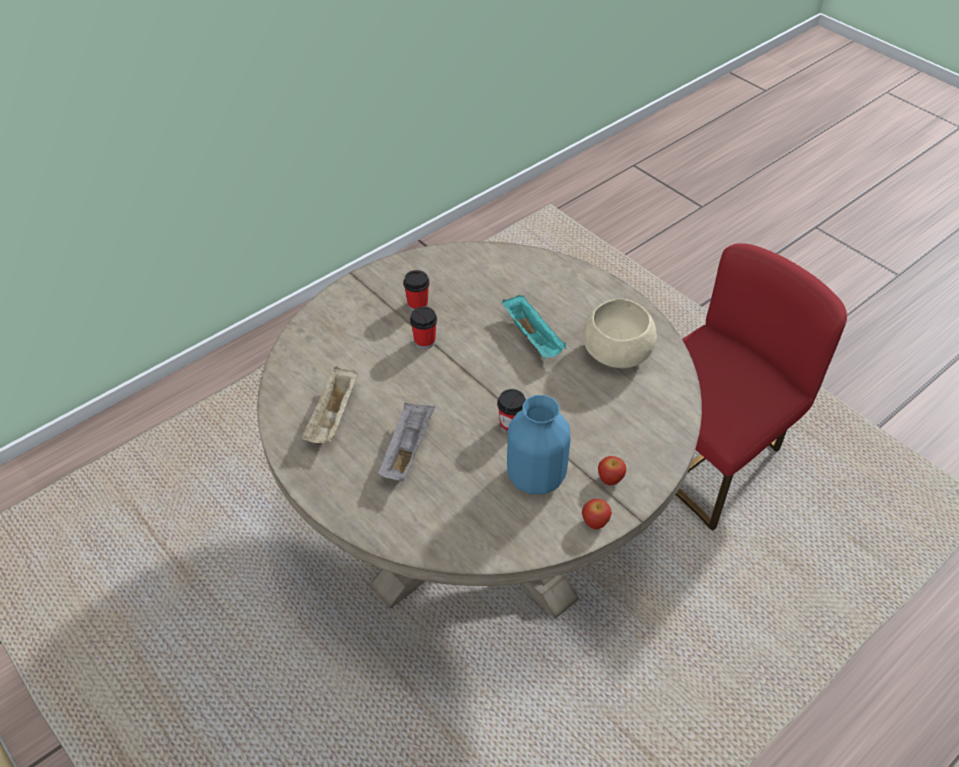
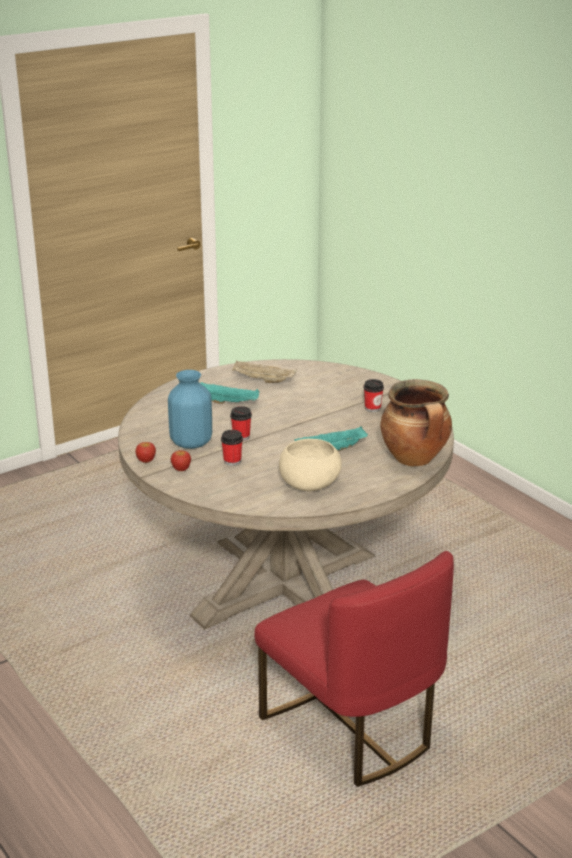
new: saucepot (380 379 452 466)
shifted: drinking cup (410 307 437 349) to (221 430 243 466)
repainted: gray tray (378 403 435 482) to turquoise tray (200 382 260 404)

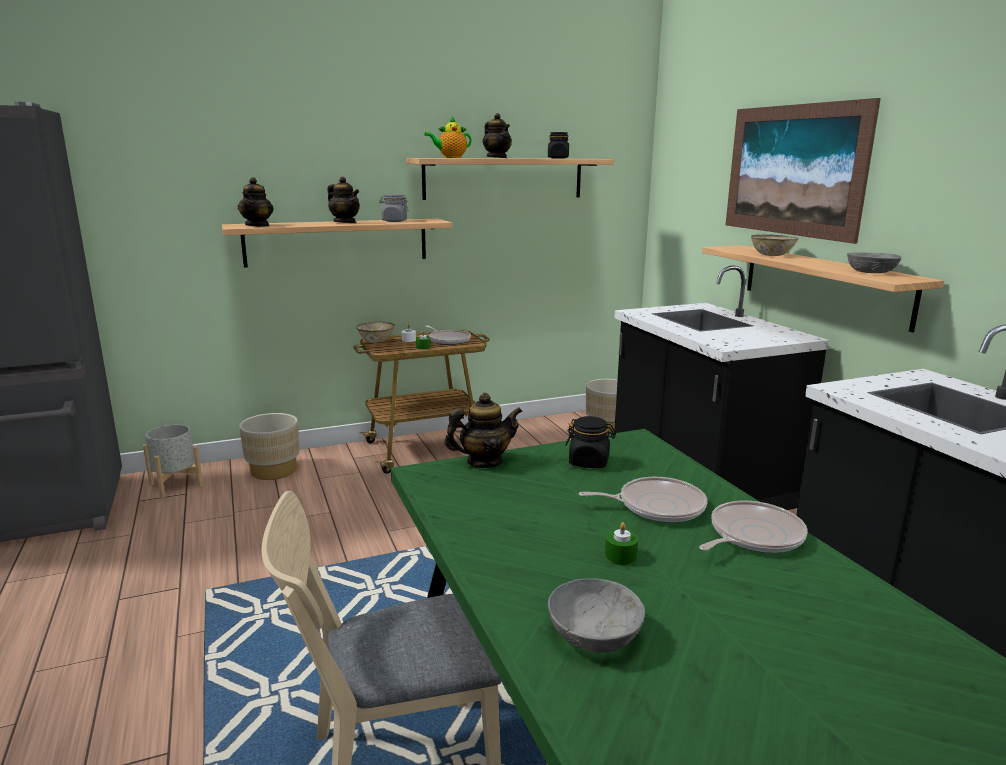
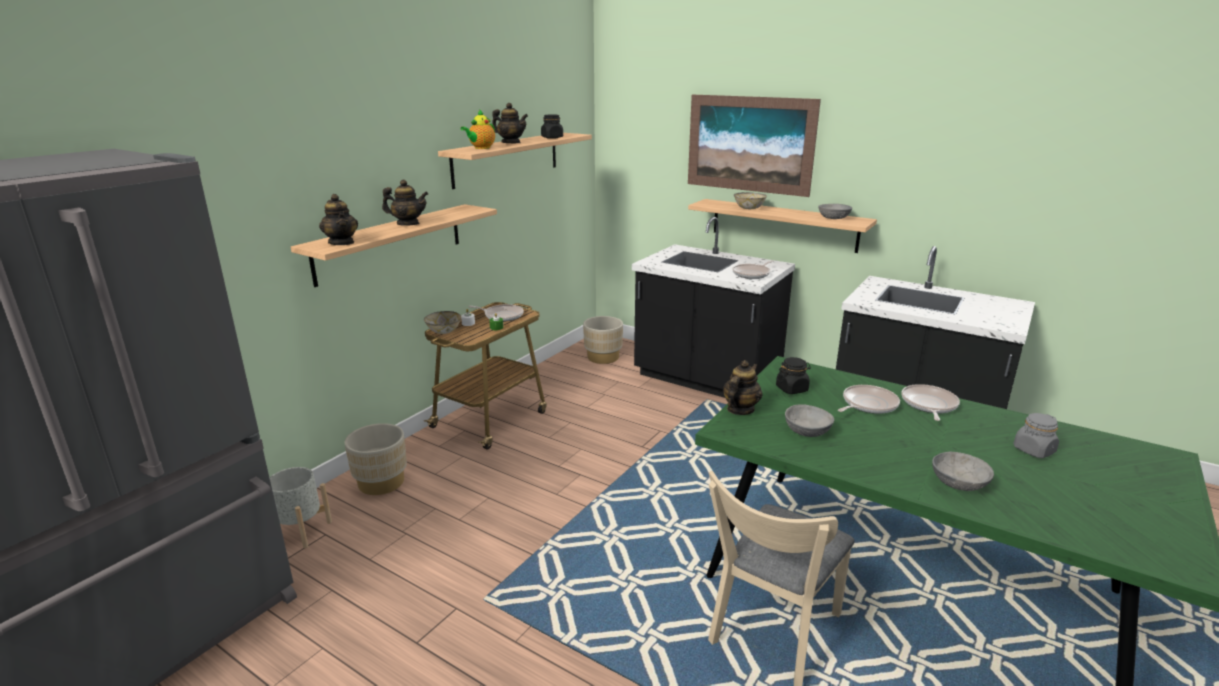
gone: greenish wax light (605 522 638 565)
new: frying pan (732 260 774 279); gray bowl (785 404 834 437)
shifted: gray preserve jar (379 194 409 222) to (1013 413 1059 458)

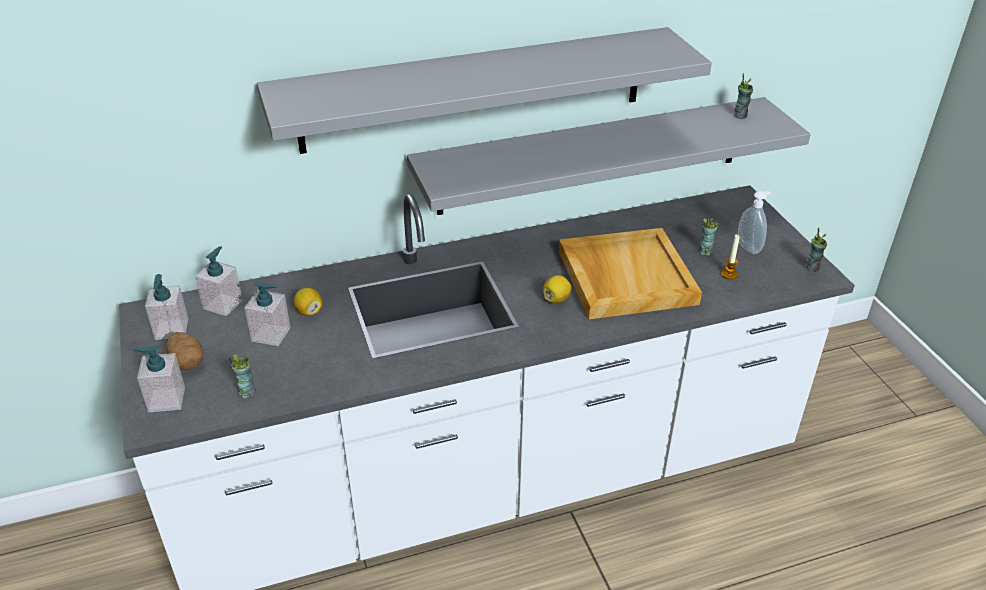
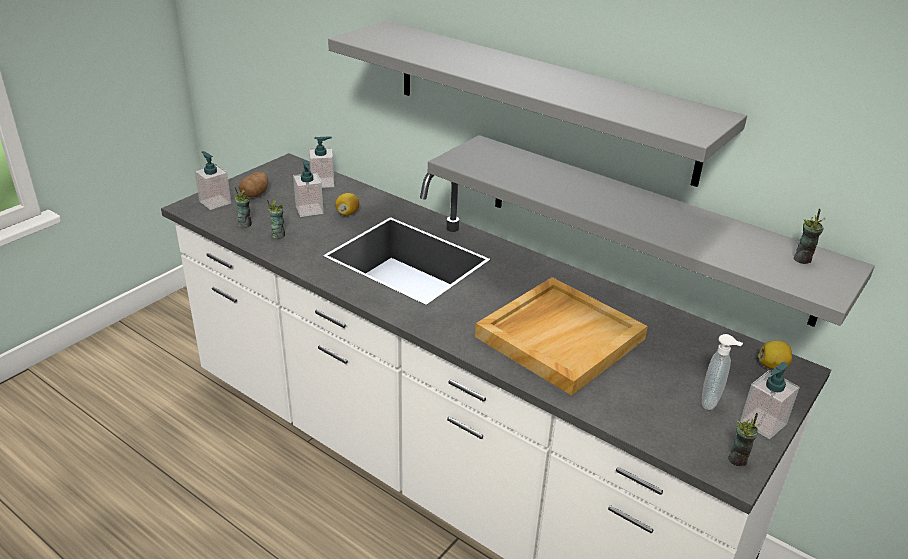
gone: wax light (721 235 740 279)
shifted: soap bottle (145 274 188 340) to (740 362 800 439); lemon (543 275 572 303) to (758 341 792 369); drinking cup (699 218 719 256) to (267 199 285 239)

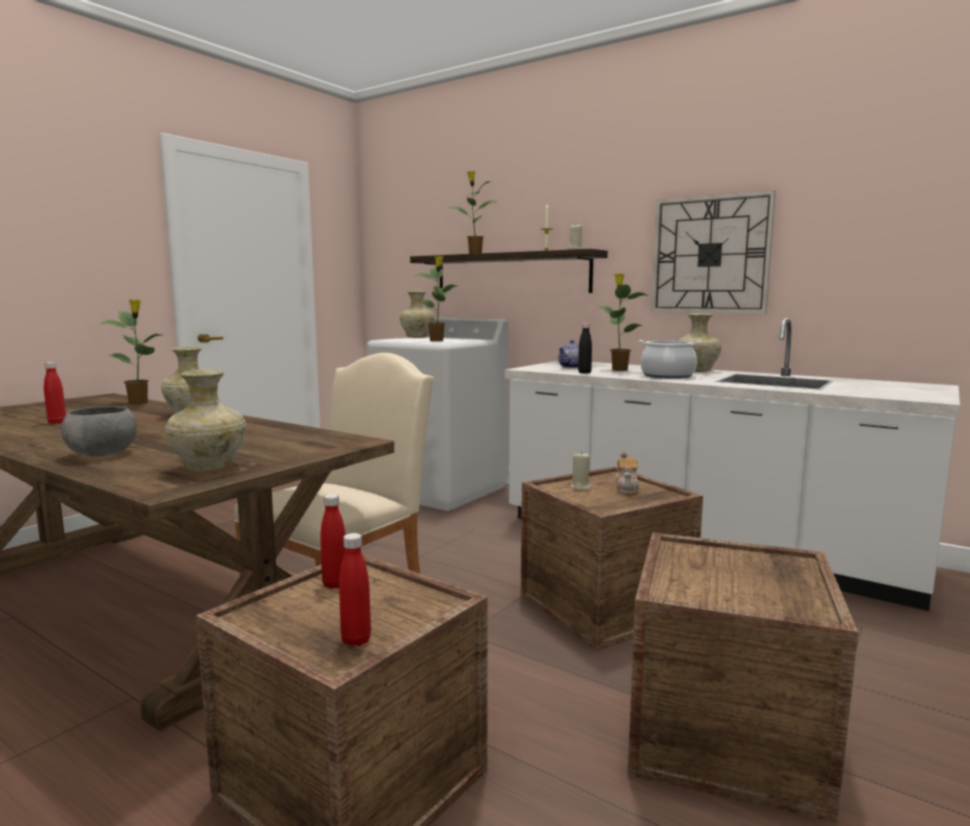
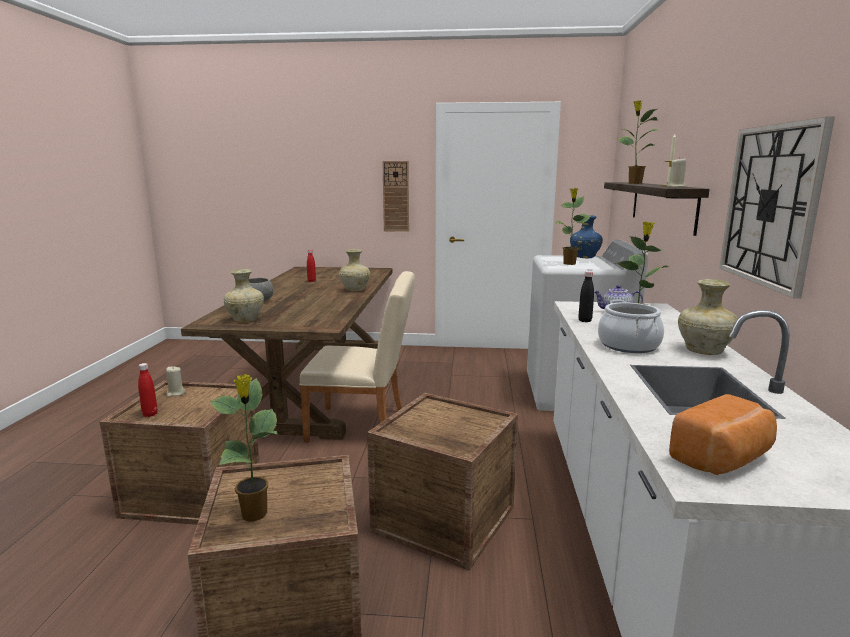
gone: red-coloured drink bottle (320 494 346 589); teapot (616 451 640 494)
new: wall clock (382 161 409 232); bakery bread (669 394 777 475)
shifted: plant in a pot (100 299 161 404) to (211 374 279 522); beige wax light (570 451 592 490) to (166 366 185 397)
repainted: beige decorative vase (400 291 435 338) to blue decorative vase (570 215 603 258)

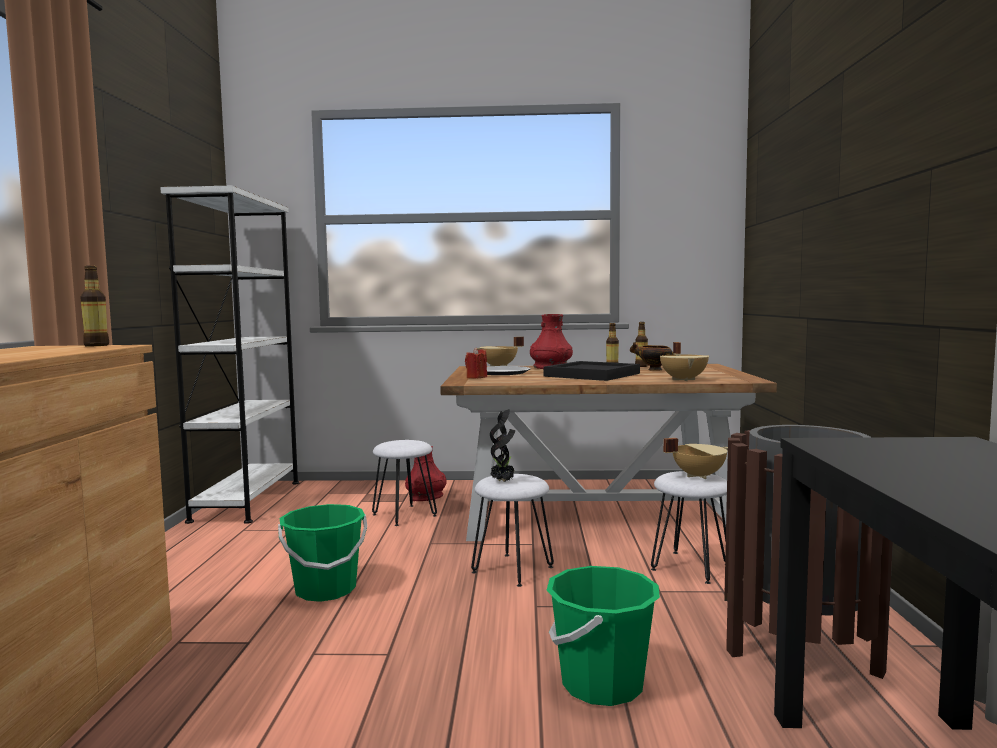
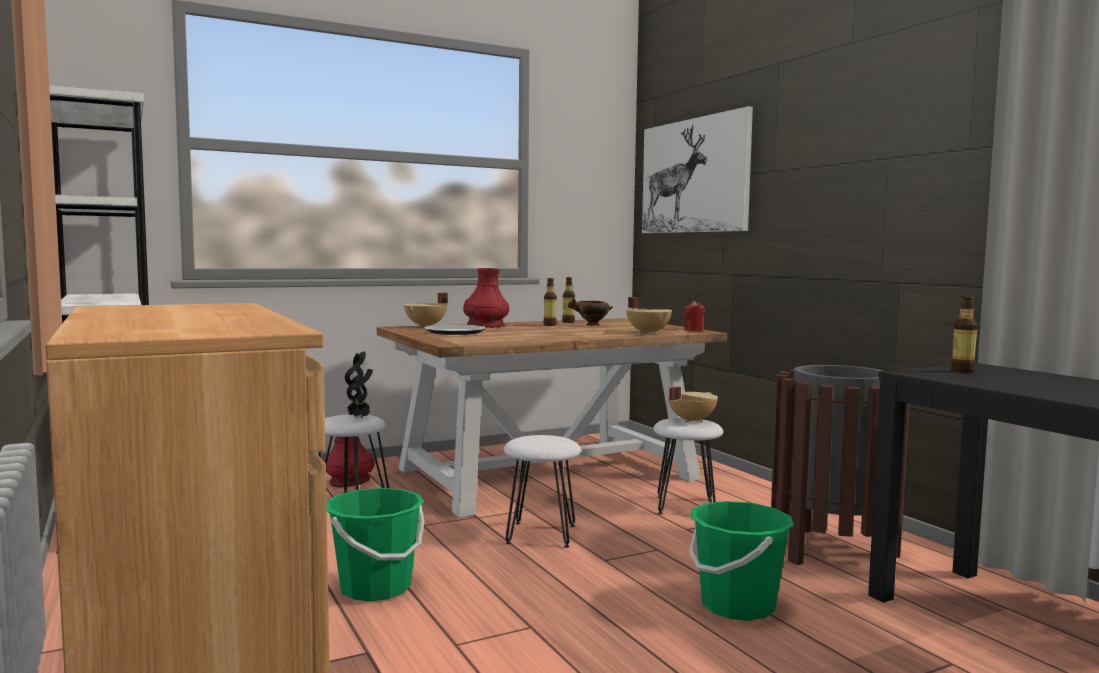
gone: black-coloured tray (544 361 640 381)
new: picture (642 106 753 233)
shifted: drink bottle (80 265 109 346) to (951 295 978 373); red-coloured wax light (465 348 487 378) to (684 301 705 331); plant in a pot (490 409 515 482) to (345 351 373 418)

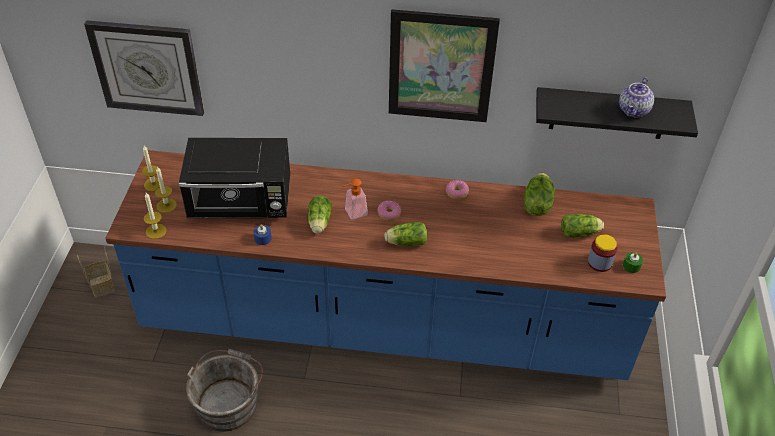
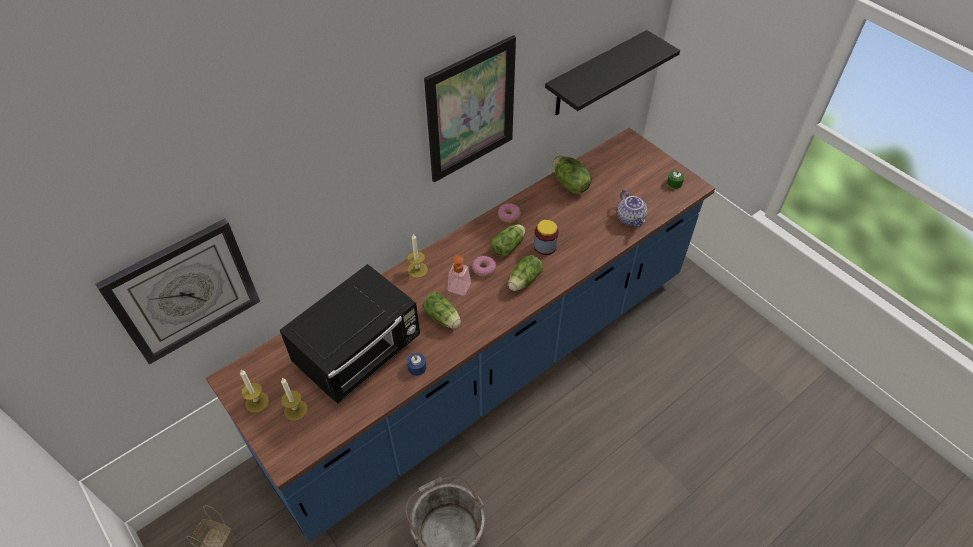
shifted: wax light (144 193 167 239) to (407 234 428 278); head of lettuce (561 214 604 238) to (491 224 525 257); preserve jar (588 234 617 272) to (534 220 559 255); teapot (619 77 654 118) to (617 189 647 227)

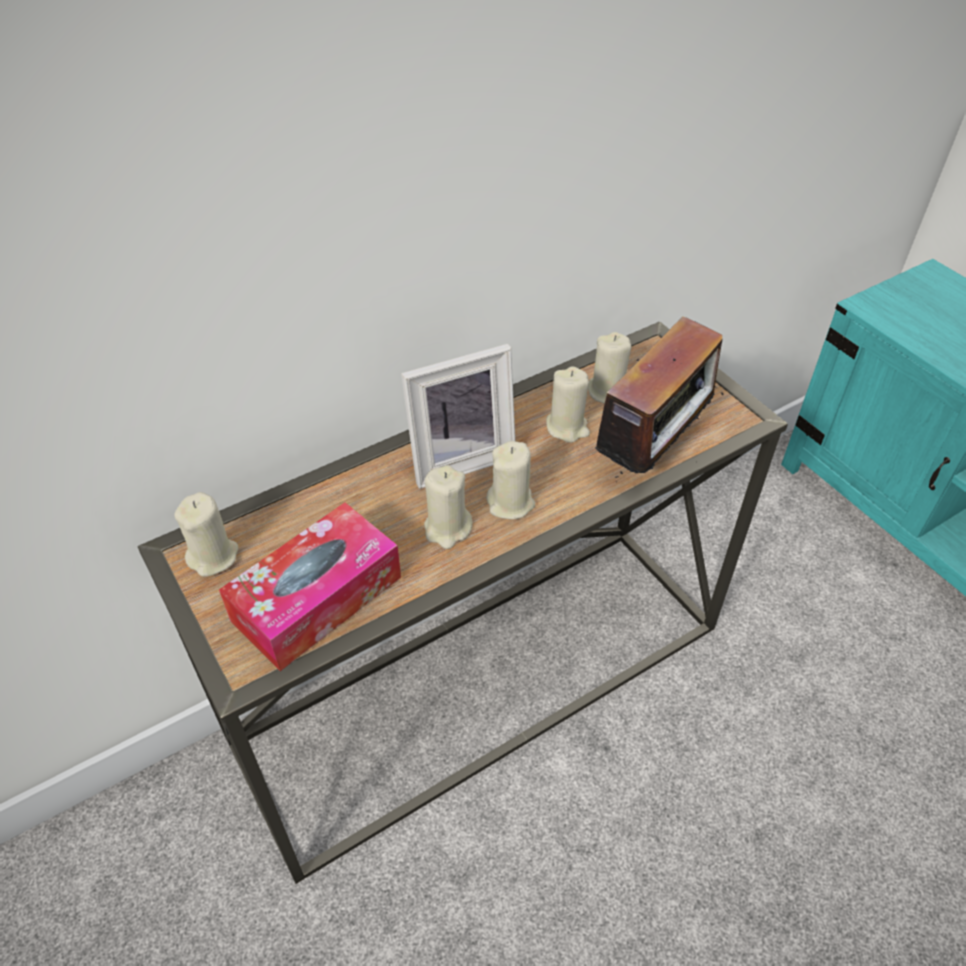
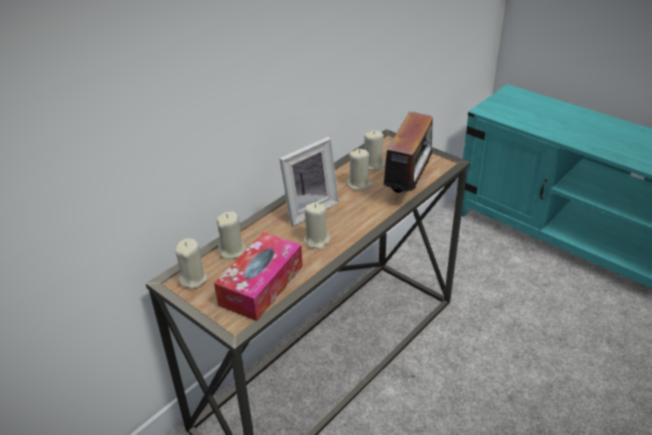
shifted: beige wax light (487 441 535 519) to (216 211 247 259)

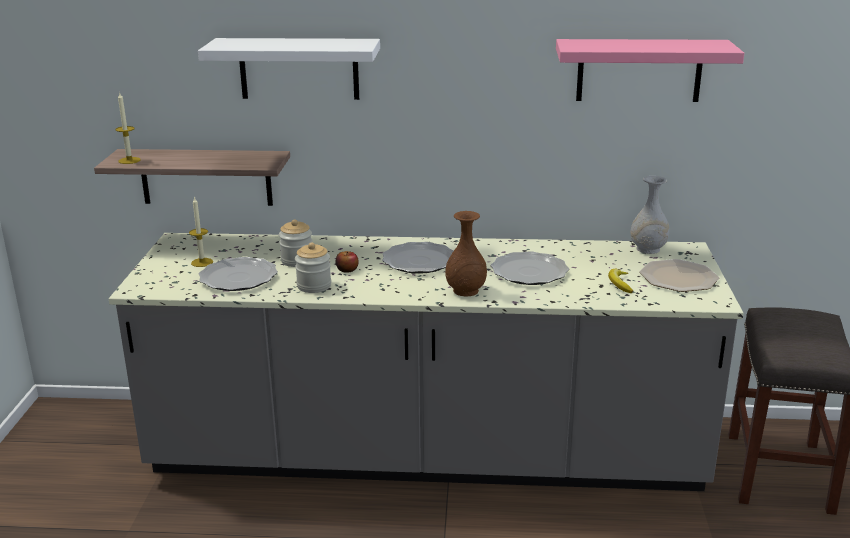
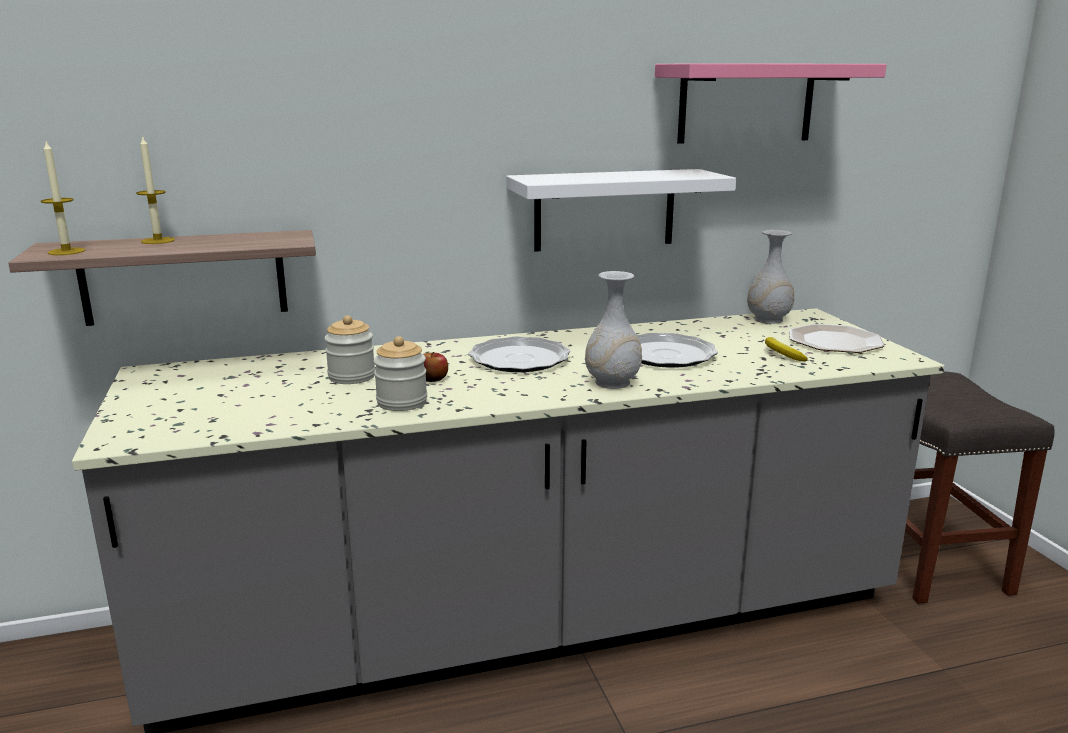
gone: flat dish (199 257 278 291)
shifted: wax light (189 196 213 267) to (136 135 175 244); white bracket shelf (198 38 380 100) to (506 169 736 252)
repainted: brown-coloured decorative vase (445 211 487 296) to white decorative vase (585 271 642 389)

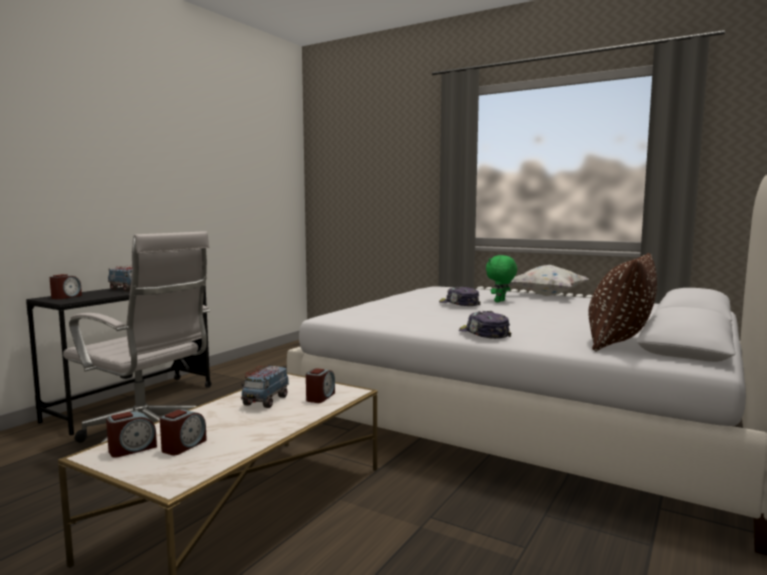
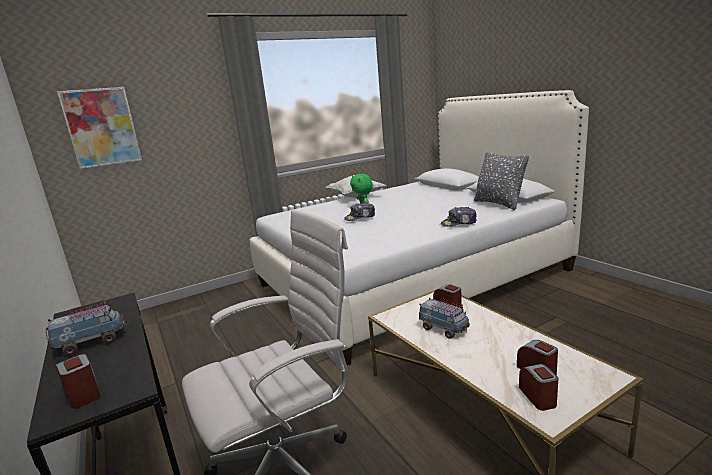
new: picture (57 87 142 169)
repainted: brown-coloured throw pillow (588 253 657 352) to gray throw pillow (474 152 529 210)

